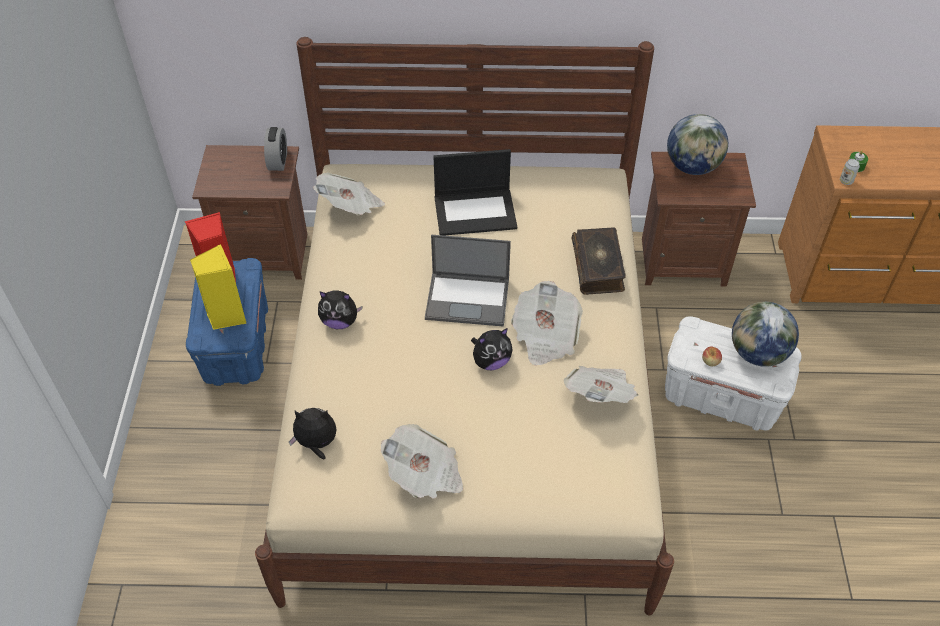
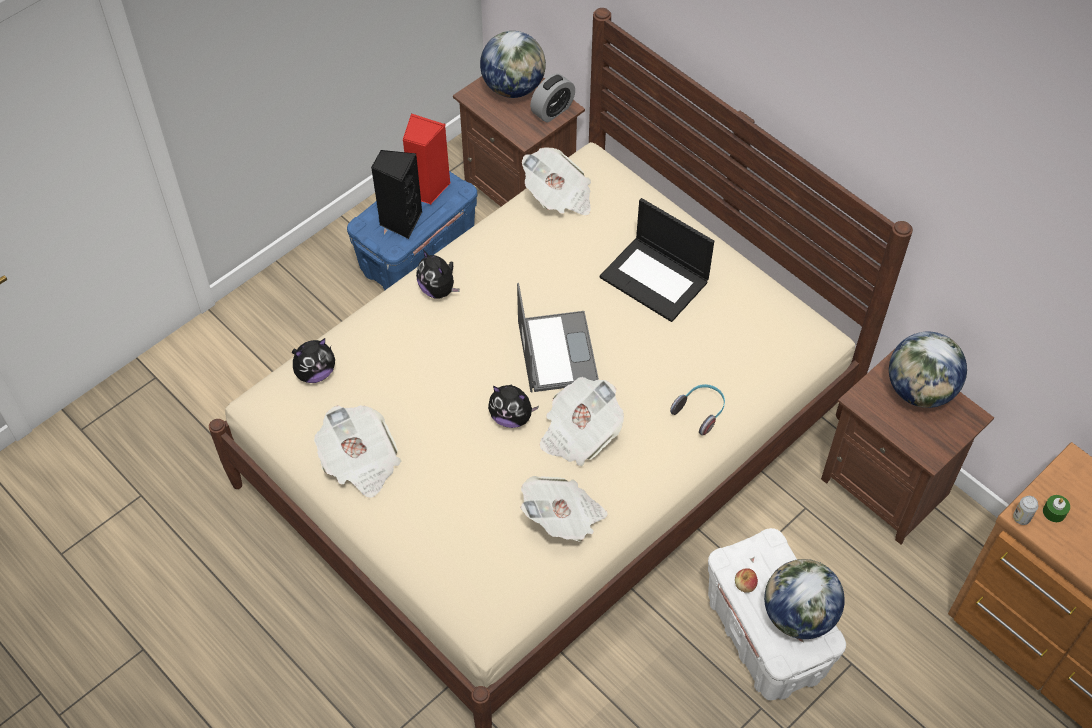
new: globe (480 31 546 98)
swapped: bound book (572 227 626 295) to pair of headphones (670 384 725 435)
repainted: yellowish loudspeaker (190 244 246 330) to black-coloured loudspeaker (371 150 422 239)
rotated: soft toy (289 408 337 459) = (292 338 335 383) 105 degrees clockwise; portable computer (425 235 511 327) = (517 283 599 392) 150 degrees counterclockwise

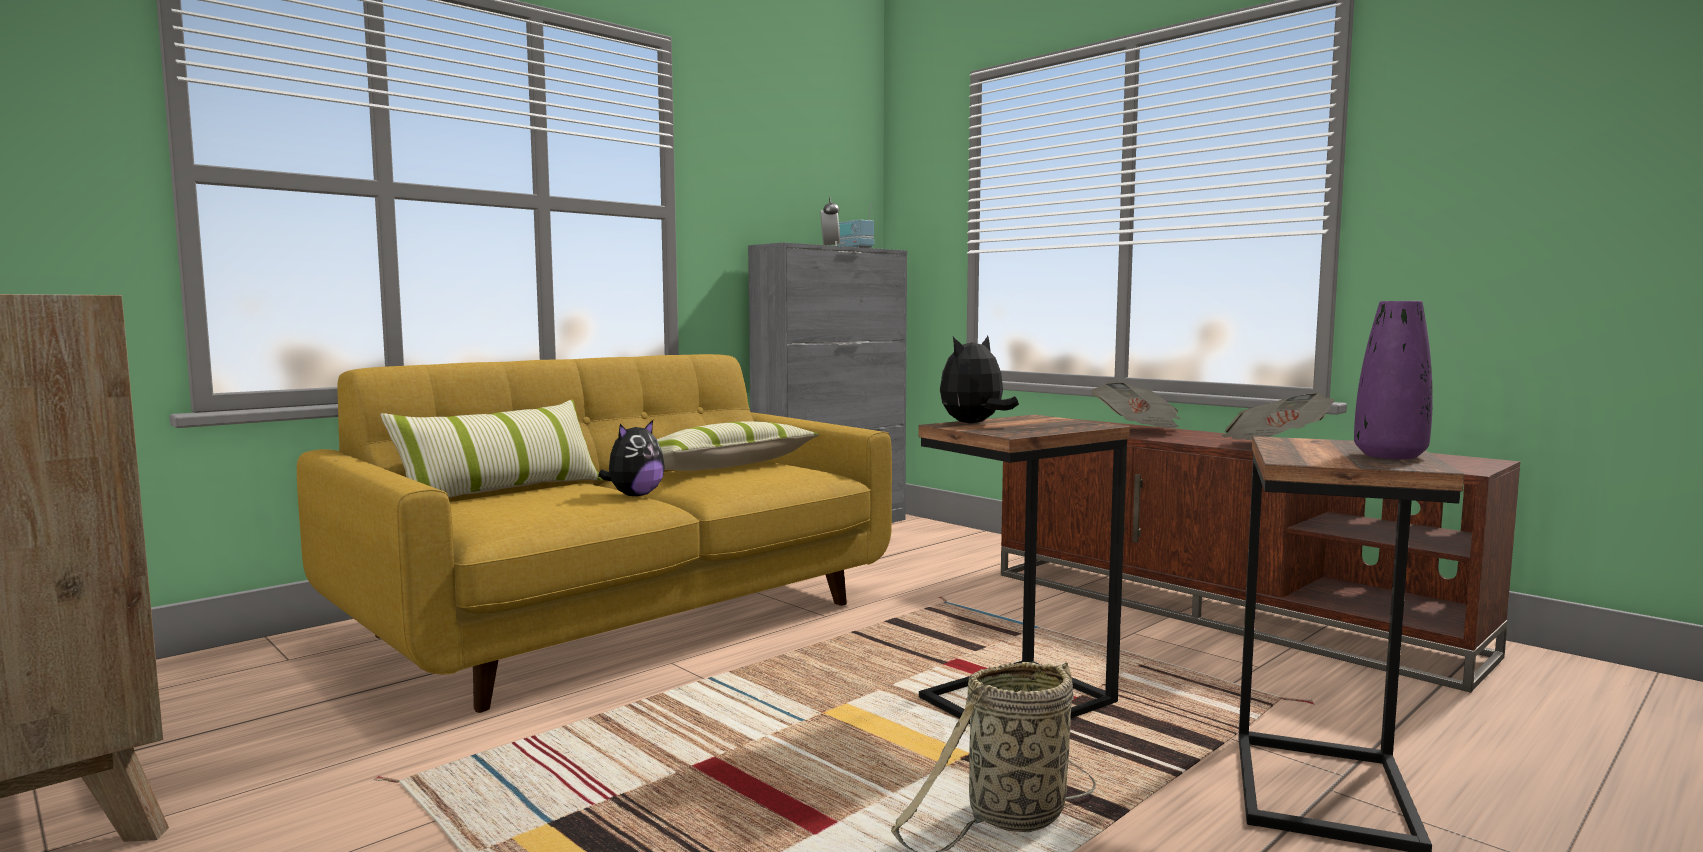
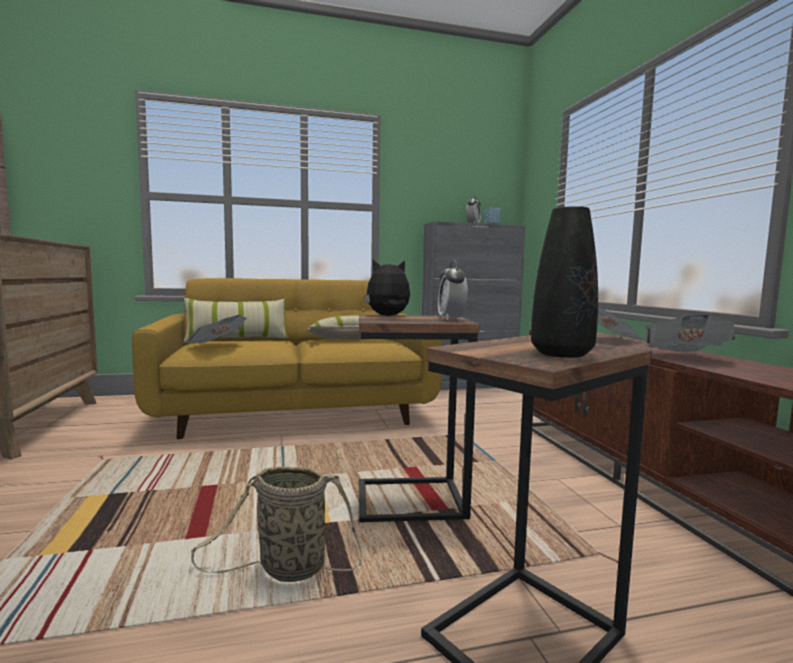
gone: soft toy (598 420 665 496)
new: daily paper (186 315 247 344); alarm clock (438 260 468 321)
repainted: purplish decorative vase (1354 301 1433 459) to black-coloured decorative vase (531 206 598 358)

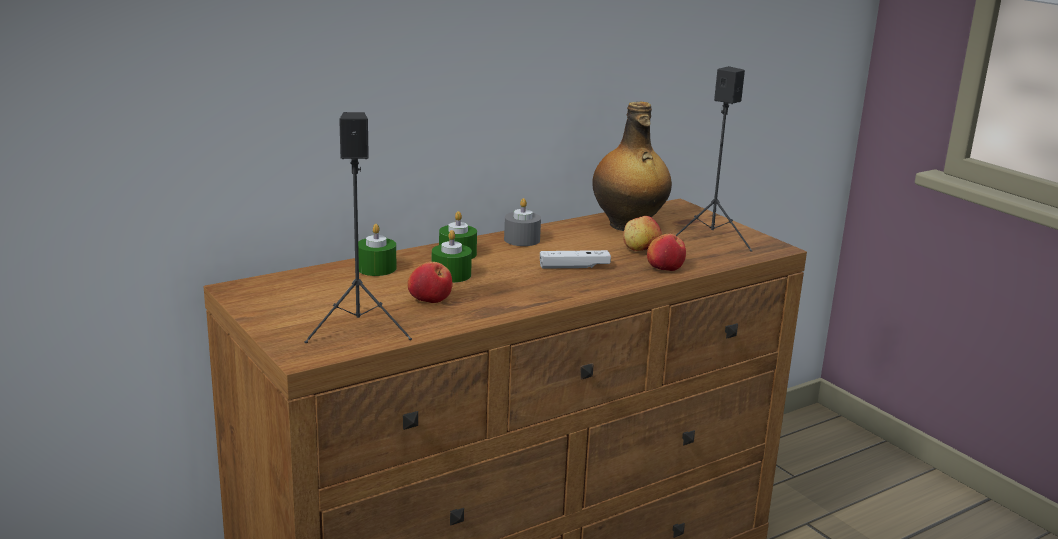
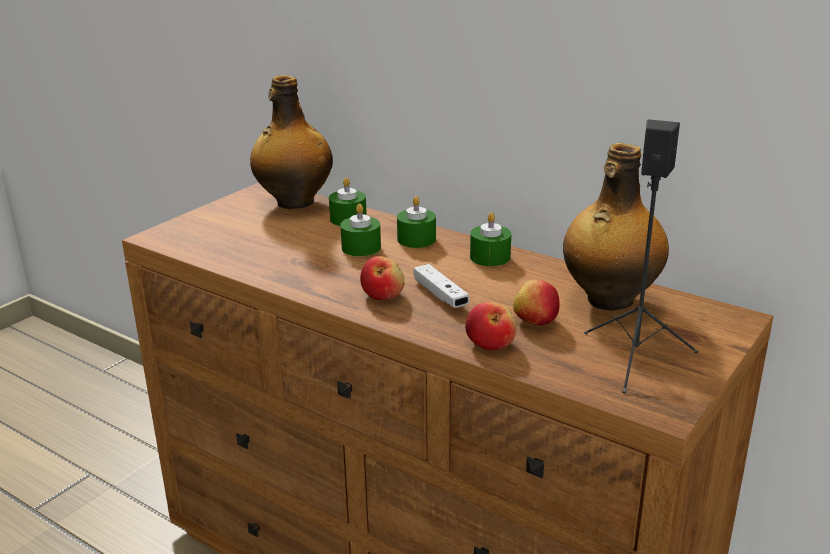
gone: black-coloured loudspeaker (304 112 412 343)
new: drink bottle (250 75 333 209)
shifted: whole apple (408 262 453 303) to (360 256 405 300)
repainted: gray wax light (504 198 541 246) to greenish wax light (470 212 511 266)

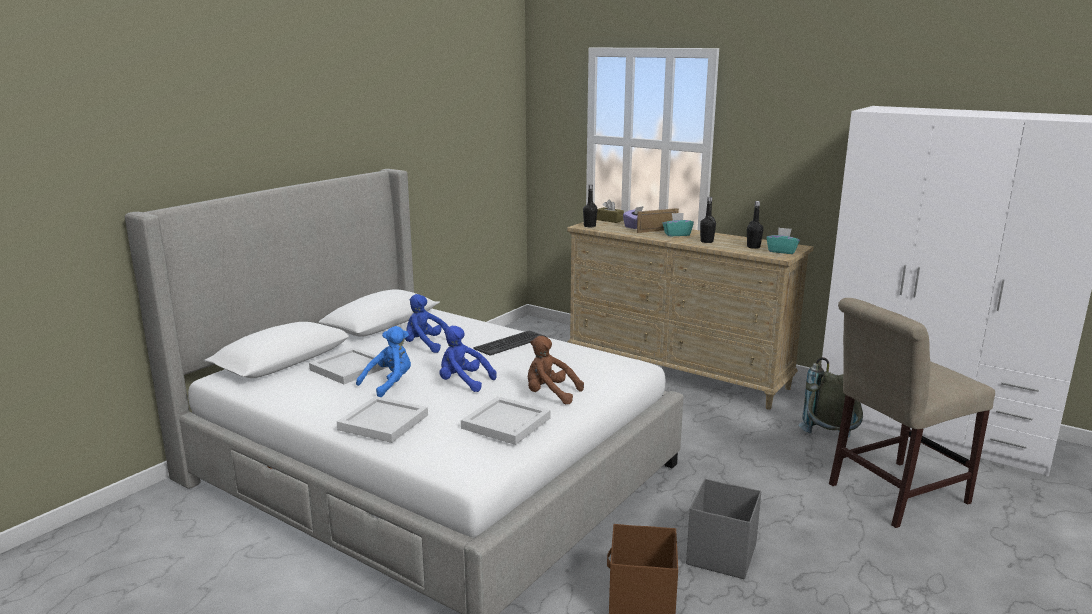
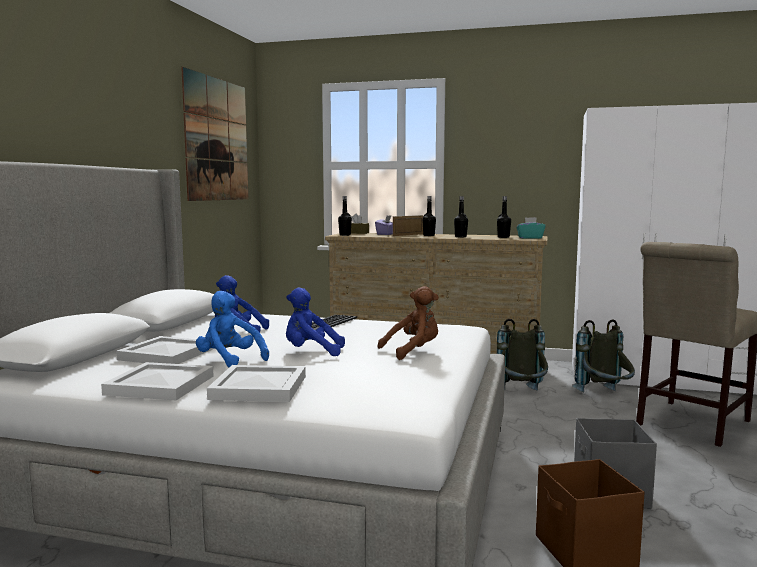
new: picture (181 67 248 201); gray rucksack (497 319 548 391)
shifted: white tray (461 396 550 445) to (101 362 214 400)
swapped: turquoise tissue holder (662 213 694 236) to black-coloured drink bottle (422 196 436 236)
rotated: blue soft toy (356 326 411 397) = (196 291 269 367) 75 degrees counterclockwise; brown-coloured soft toy (528 336 584 404) = (378 286 439 360) 150 degrees clockwise

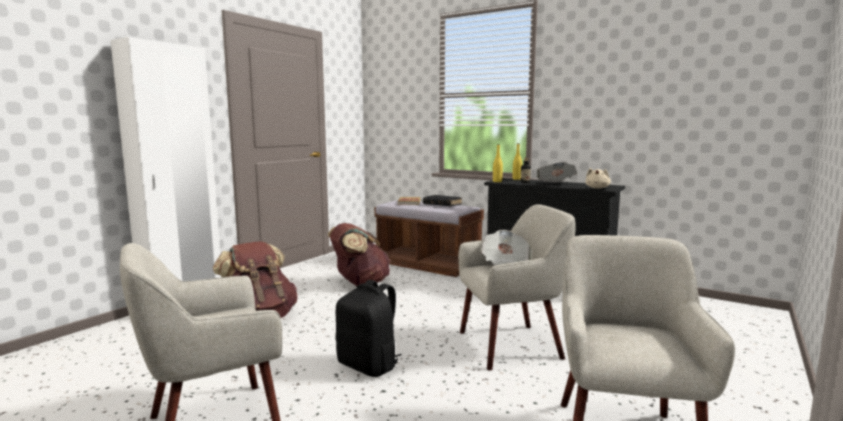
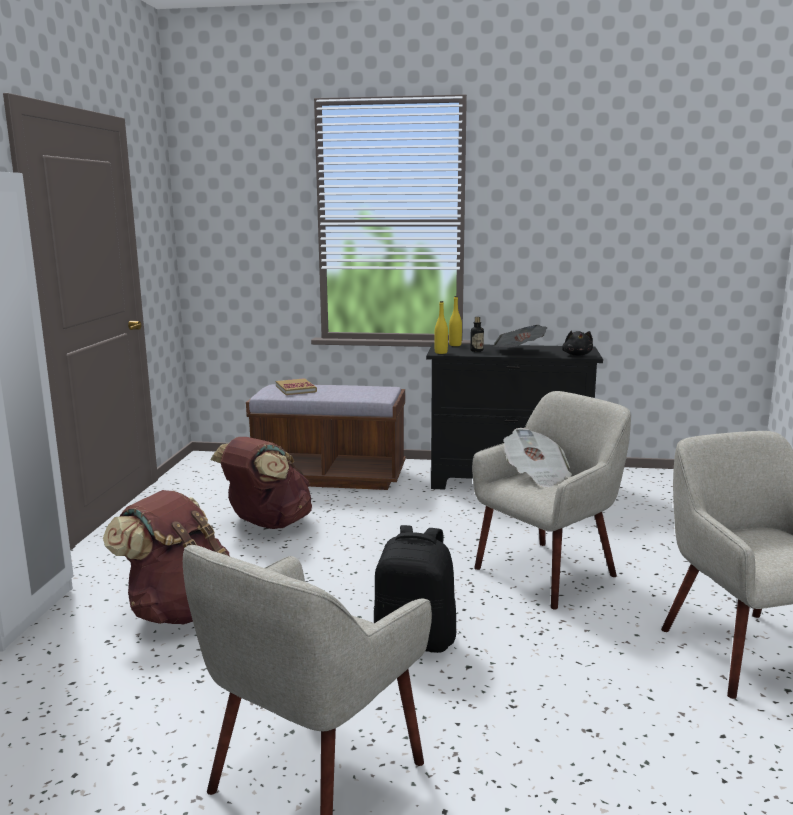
gone: black-coloured bound book (423 195 462 207)
repainted: beige soft toy (586 168 611 189) to black-coloured soft toy (562 331 593 356)

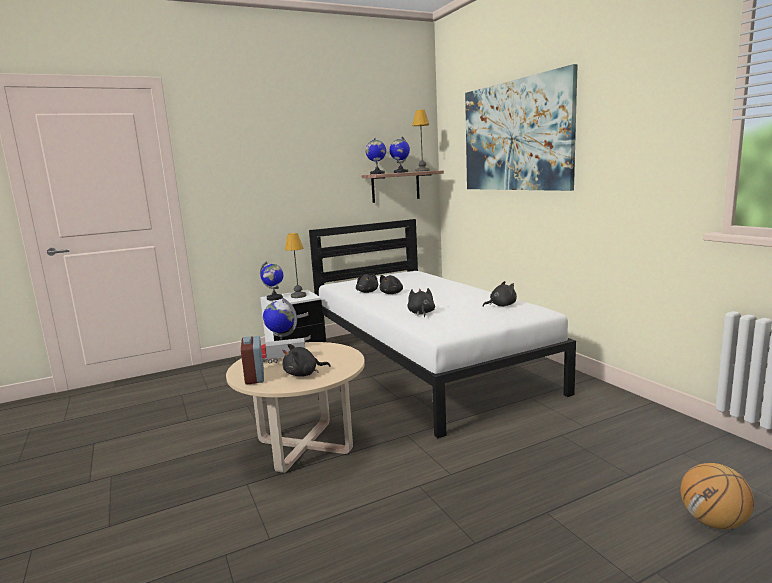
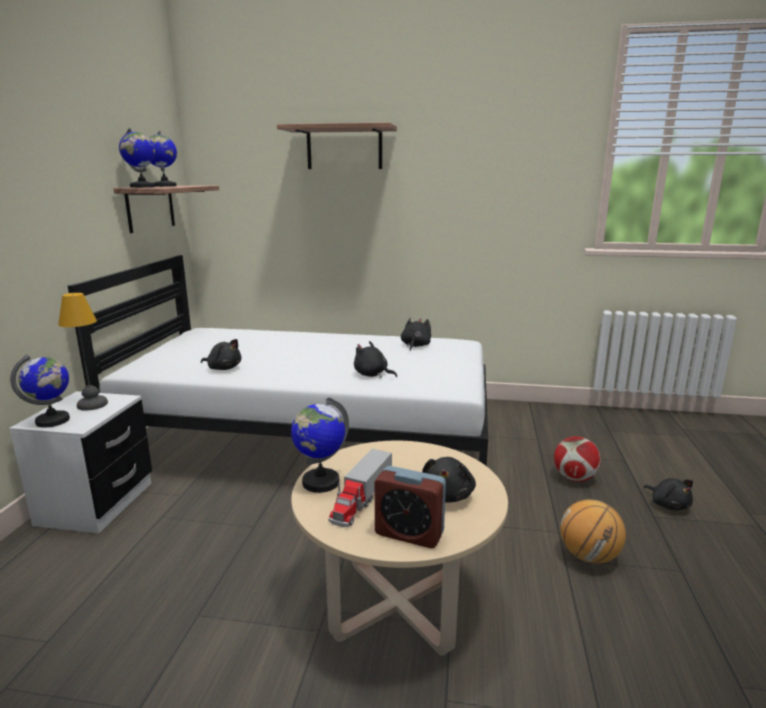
gone: lamp for a table (412 110 430 172)
new: football ball (554 436 601 482)
shifted: black-coloured soft toy (379 275 403 294) to (643 478 693 510); ball for basketball (680 463 754 529) to (560 499 626 564)
swapped: picture (465 64 578 191) to bracket shelf (277 123 397 169)

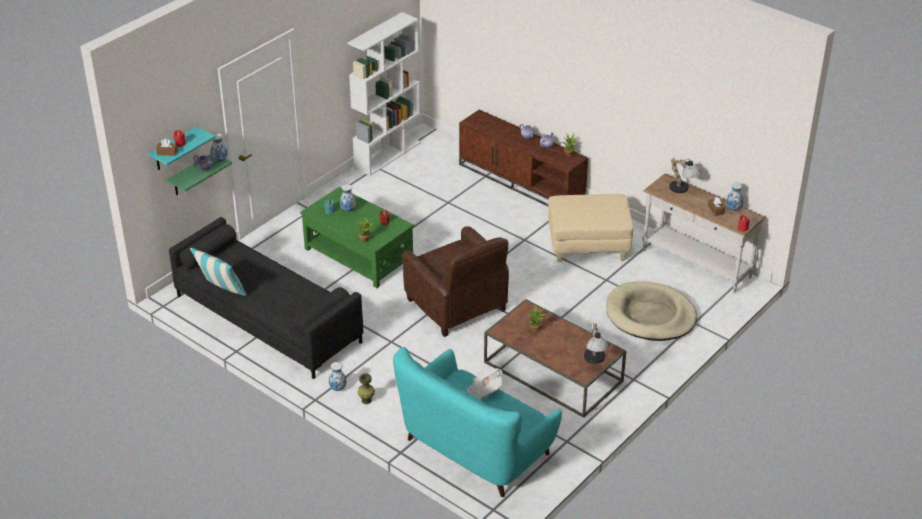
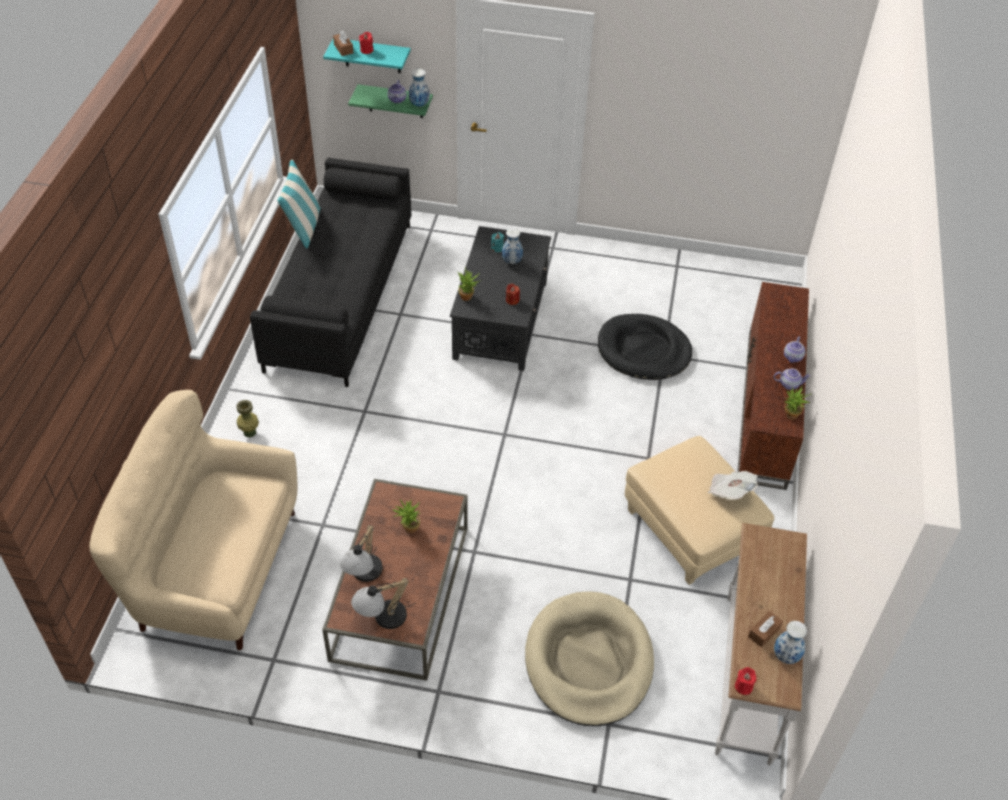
gone: decorative vase (329 362 346 391); white shelving unit (347 12 421 176); brown-coloured easy chair (403 226 509 337)
new: black-coloured dog cushion (598 314 692 380)
shifted: daily paper (467 367 503 400) to (708 471 757 500); lamp for a table (666 158 702 193) to (340 525 383 582)
repainted: greenish coffee table (300 187 414 288) to black-coloured coffee table (450 226 551 371); turquoise couch (393 347 562 497) to beige couch (90 390 297 650)

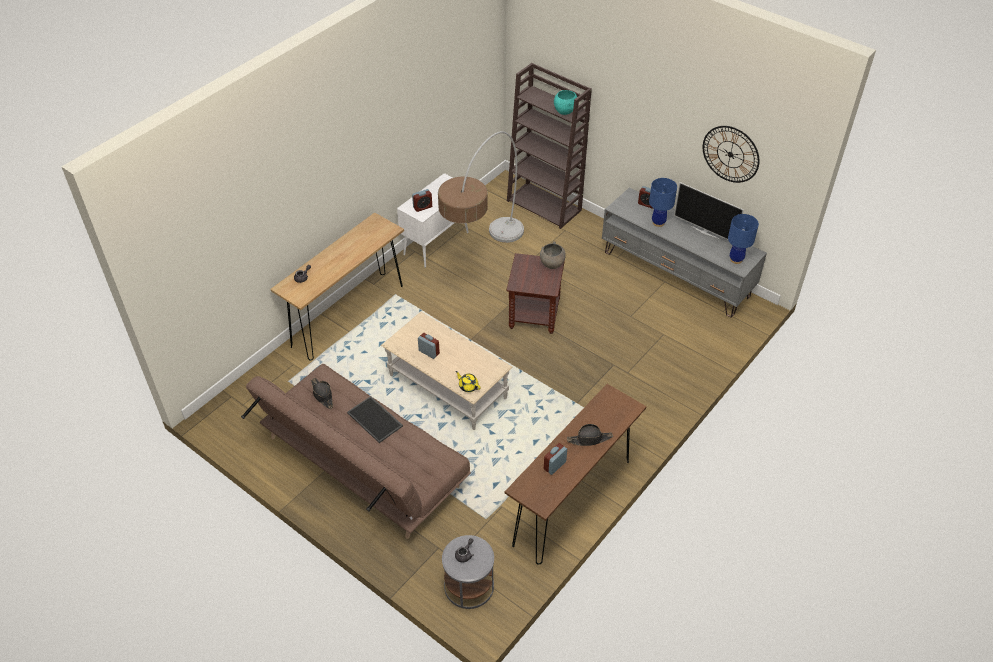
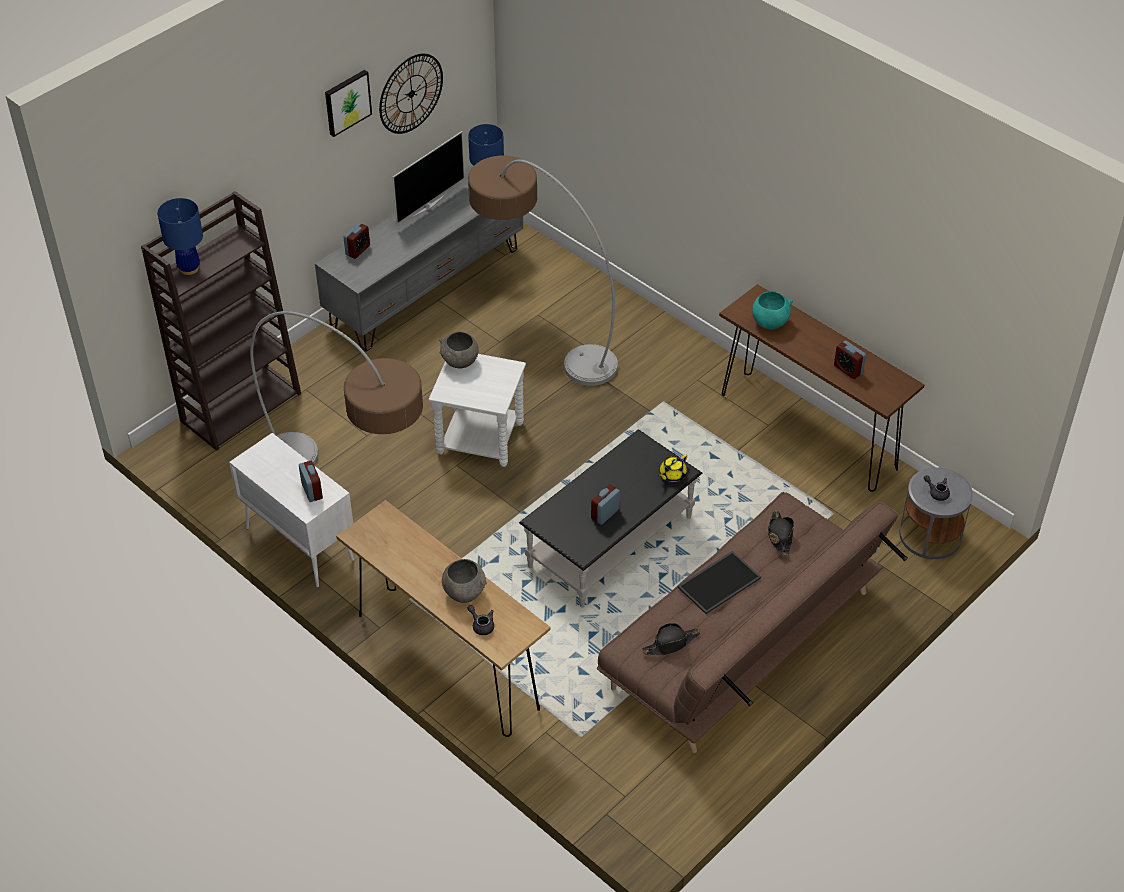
new: picture (325 70 372 137); gray bowl (442 559 487 603); standard lamp (468 155 618 386)
shifted: turquoise bowl (554 90 577 115) to (752 291 793 330); black-coloured wearable hat (567 424 613 446) to (768 511 794 556); blue lamp for a table (649 178 677 227) to (157 198 203 275)
repainted: beige coffee table (381 312 513 430) to black-coloured coffee table (519 429 702 608); brown-coloured end table (506 253 565 334) to white end table (429 354 526 467)

